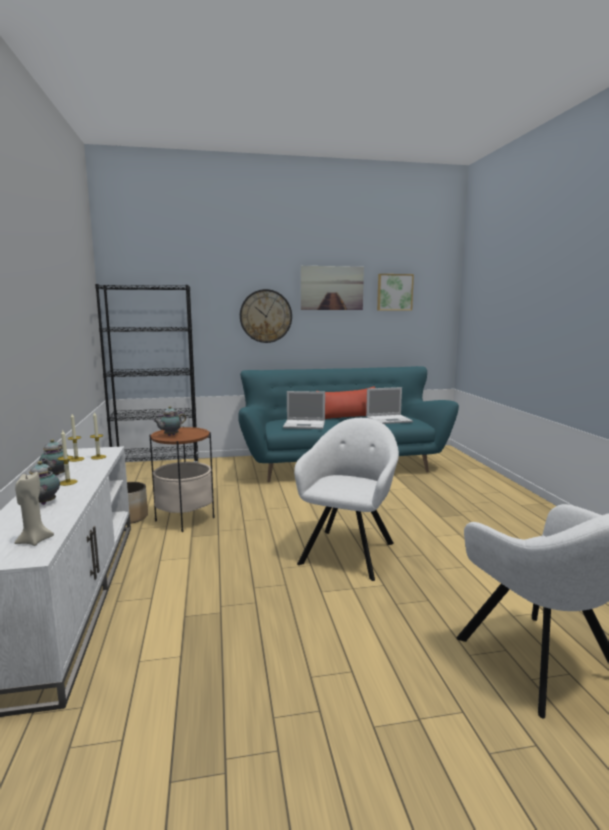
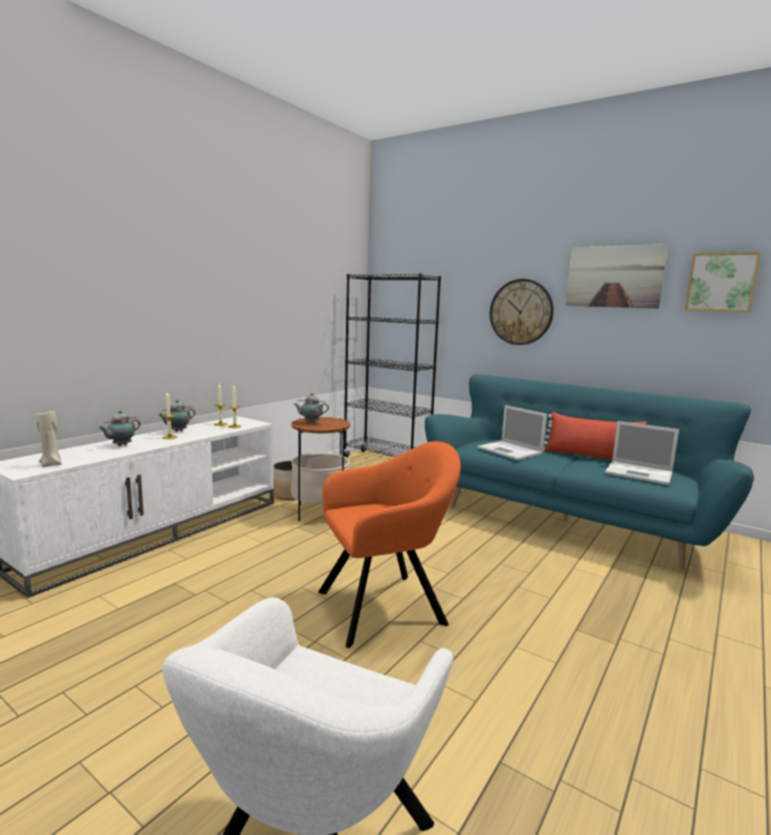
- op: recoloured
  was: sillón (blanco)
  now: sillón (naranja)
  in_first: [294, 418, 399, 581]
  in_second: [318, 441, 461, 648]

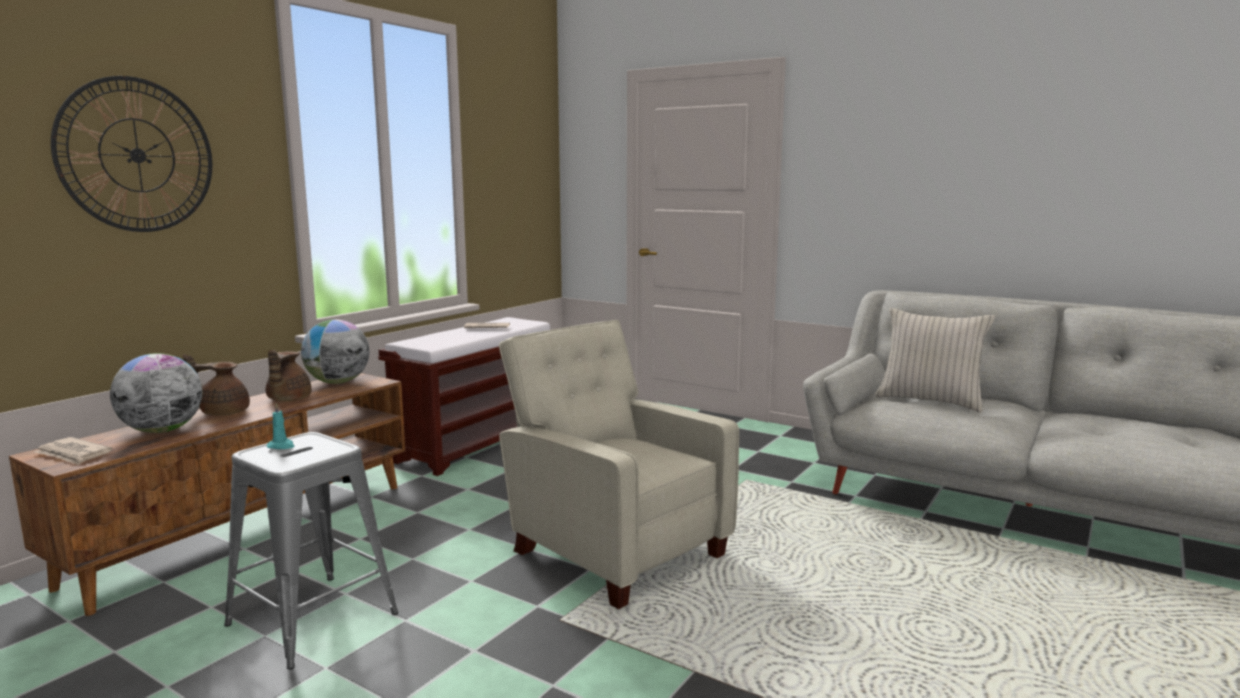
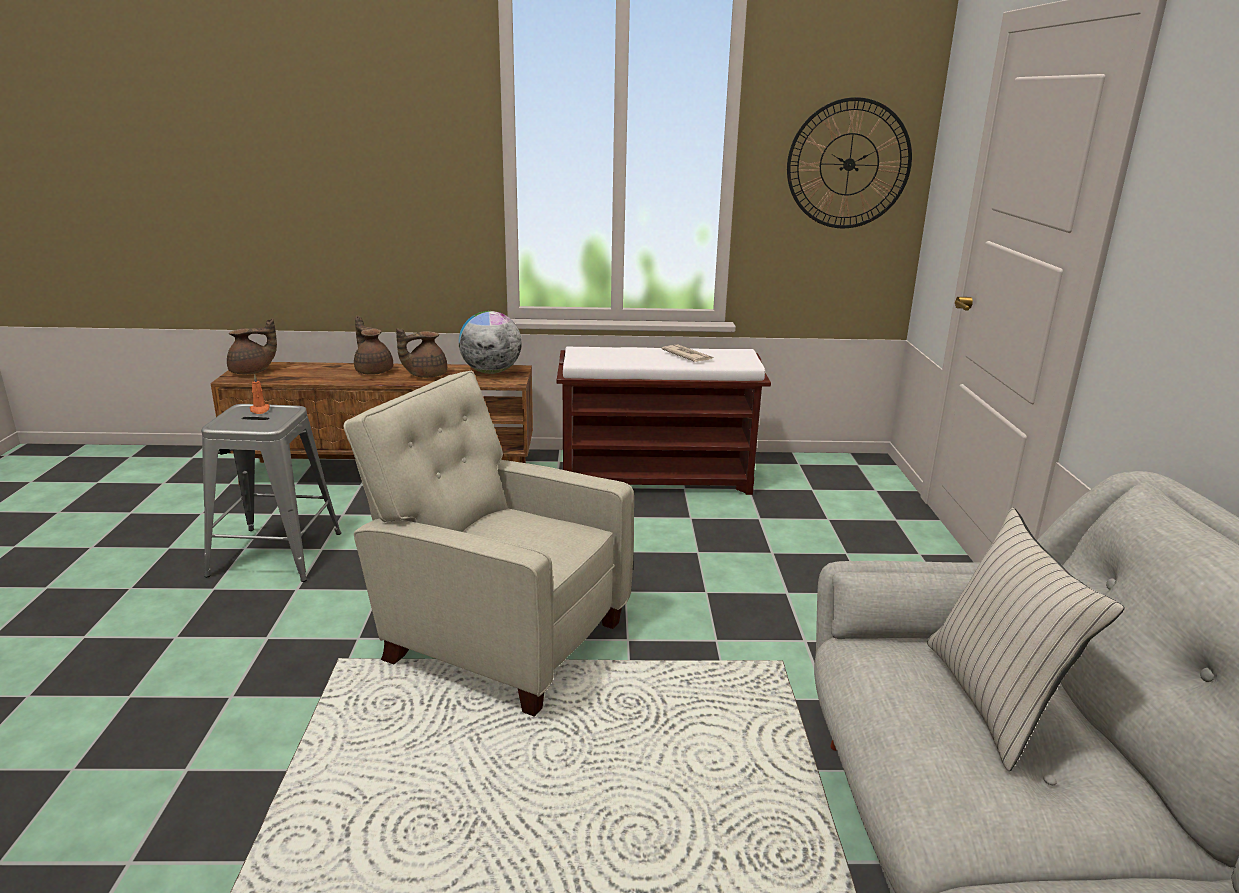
- op: replaced
  was: periódico
  now: tetera (marrón)
  in_first: [34, 437, 112, 465]
  in_second: [227, 318, 277, 374]
- op: recoloured
  was: vela (turquesa)
  now: vela (naranja)
  in_first: [267, 403, 295, 449]
  in_second: [250, 375, 270, 414]
- op: turned
  was: sillón (beis)
  in_first: [499, 320, 739, 609]
  in_second: [343, 371, 634, 717]
  clockwise: -75
- op: moved
  was: reloj de pared
  in_first: [51, 76, 212, 232]
  in_second: [787, 97, 912, 228]
- op: removed
  was: globo terráqueo
  in_first: [110, 353, 202, 433]

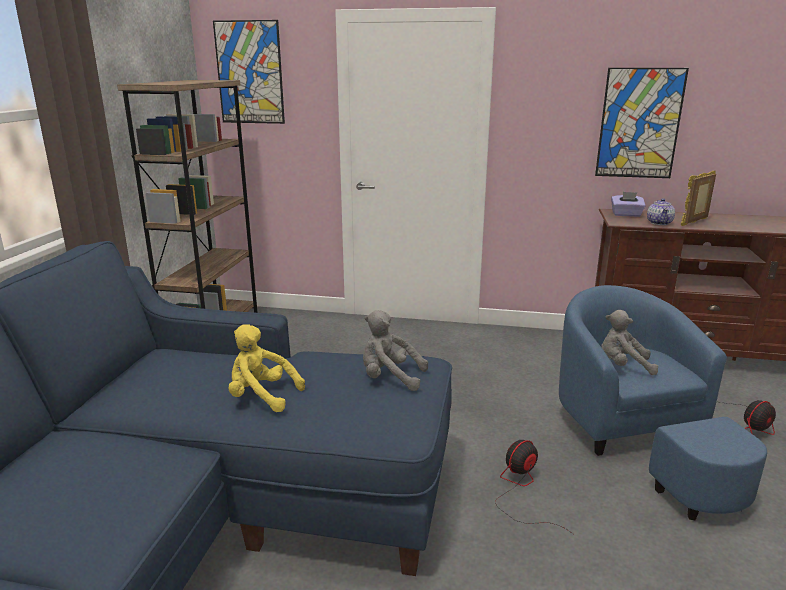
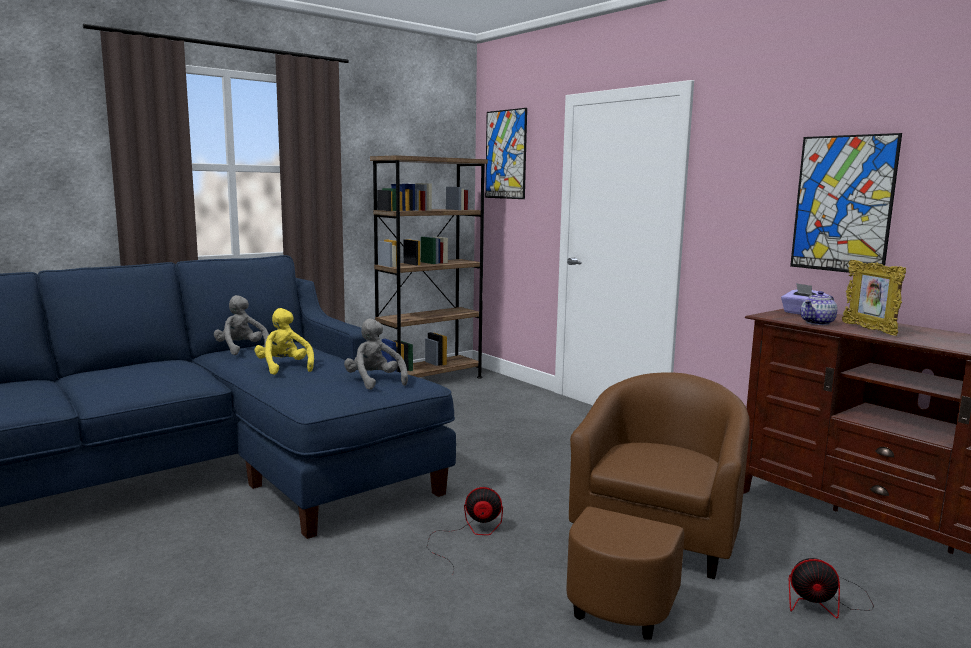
- op: moved
  was: peluche (gris)
  in_first: [601, 310, 658, 375]
  in_second: [214, 295, 269, 355]
- op: recoloured
  was: sillón (azul)
  now: sillón (marrón)
  in_first: [559, 285, 767, 520]
  in_second: [566, 372, 750, 640]
- op: turned
  was: portarretratos
  in_first: [681, 171, 716, 226]
  in_second: [842, 260, 906, 336]
  clockwise: -105

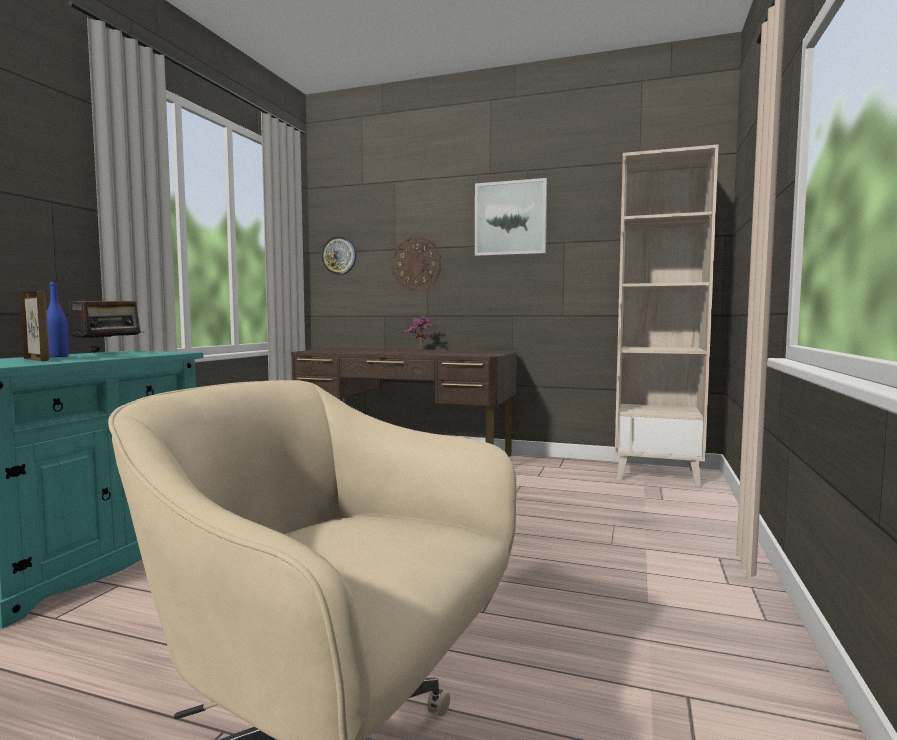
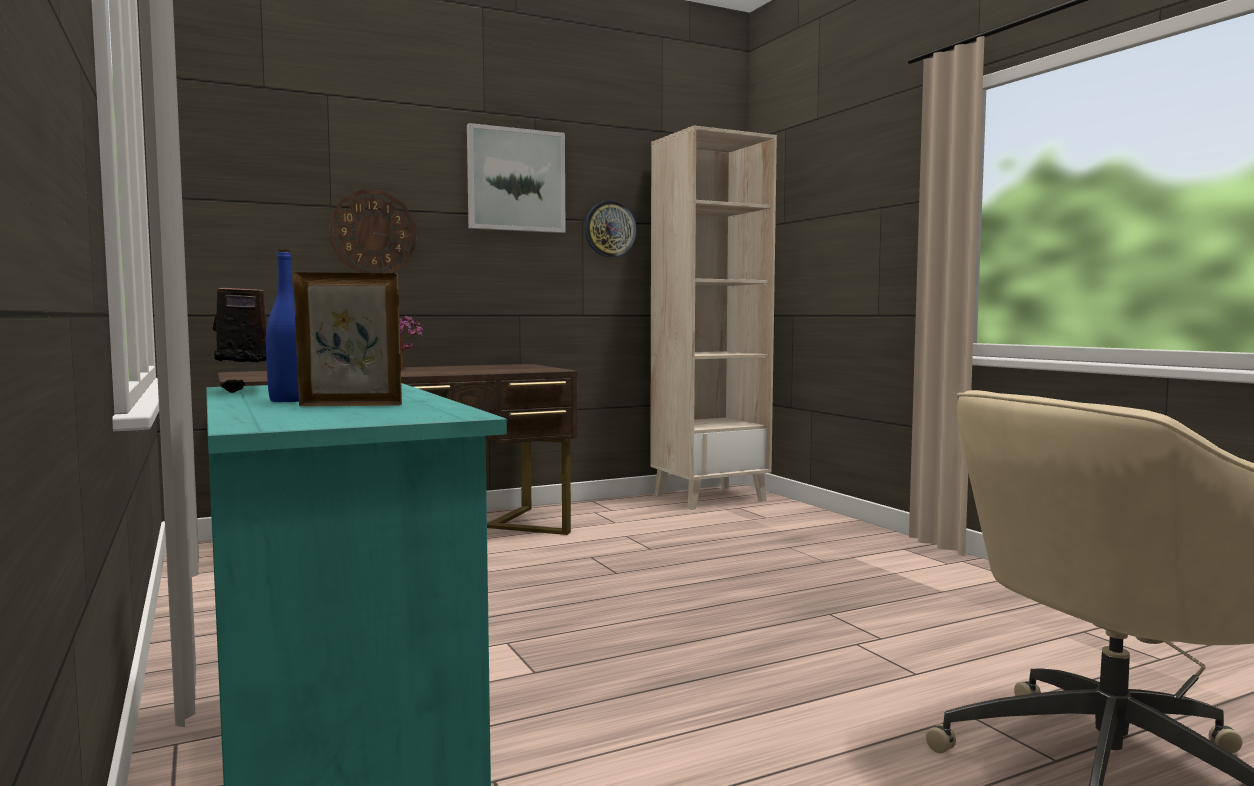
- op: moved
  was: reloj de pared
  in_first: [321, 236, 356, 275]
  in_second: [585, 201, 637, 257]

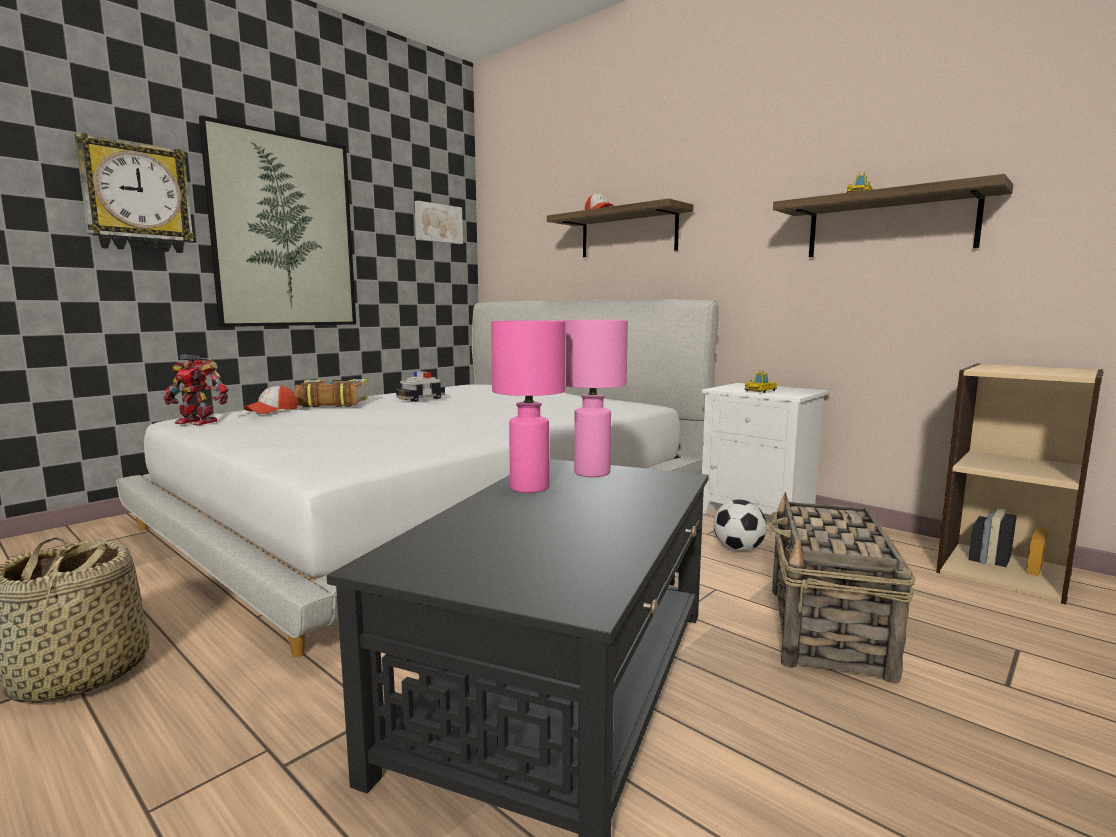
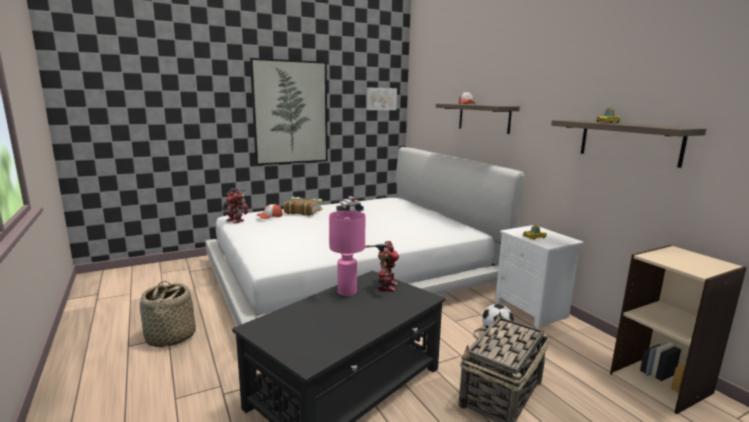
- op: replaced
  was: lámpara de mesa (rosa)
  now: robot de juguete
  in_first: [560, 320, 628, 477]
  in_second: [365, 241, 399, 292]
- op: removed
  was: reloj de pared
  in_first: [75, 133, 194, 253]

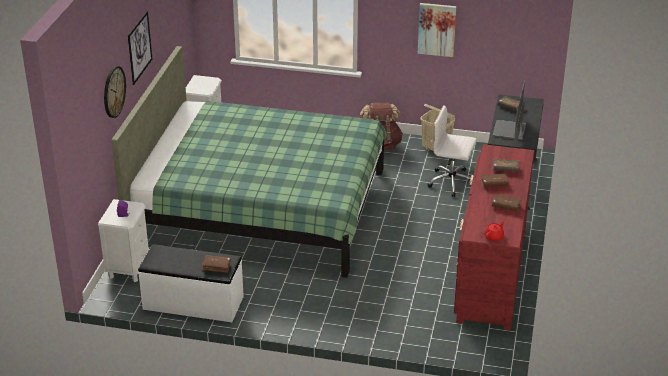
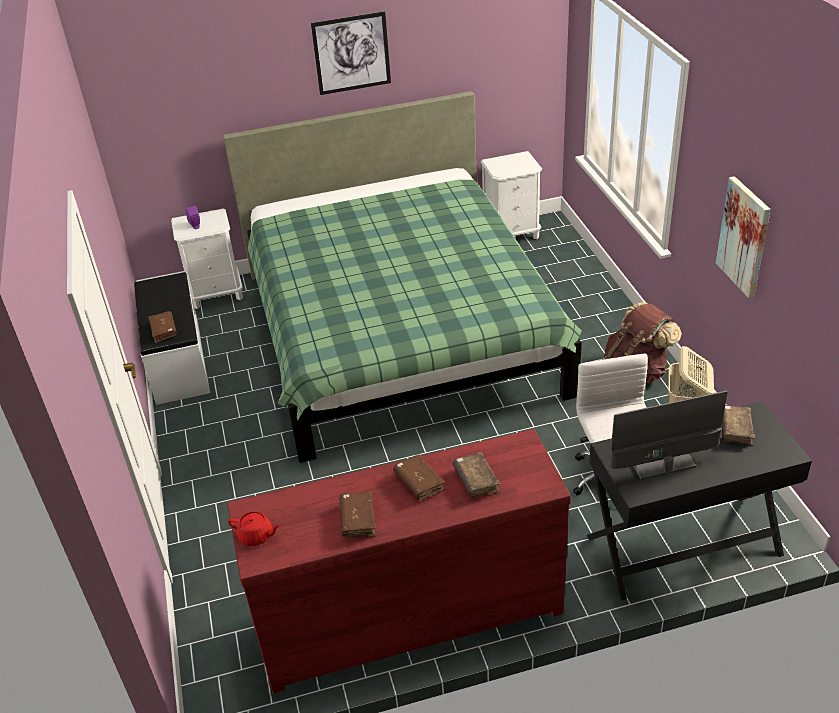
- op: removed
  was: reloj de pared
  in_first: [104, 66, 126, 118]

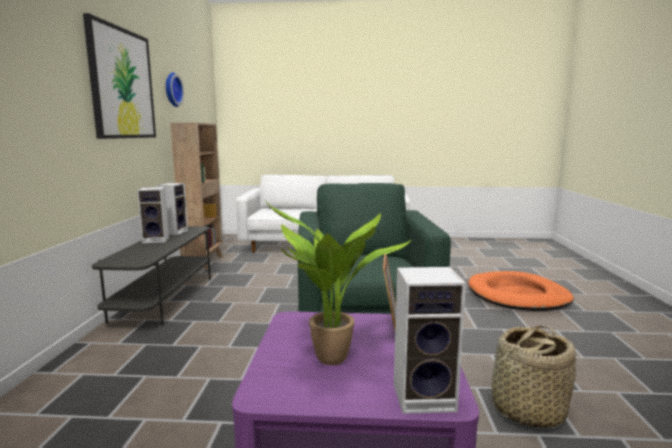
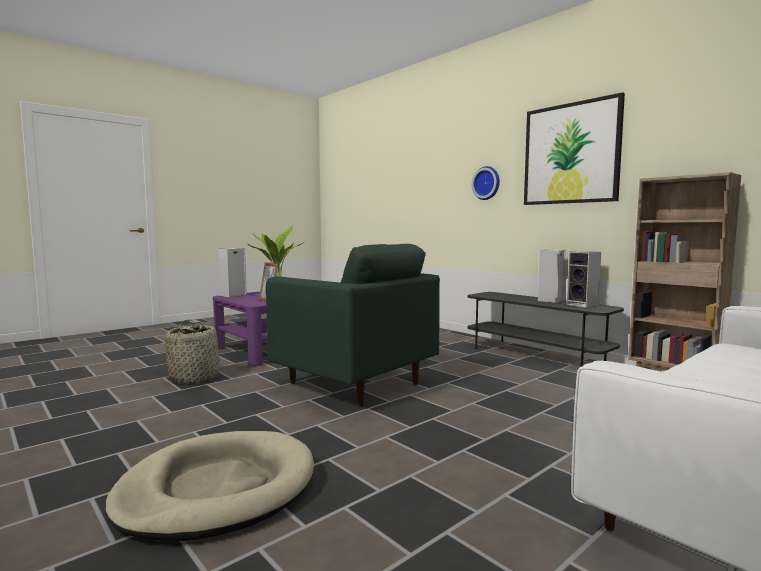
- op: recoloured
  was: cama para perro (naranja)
  now: cama para perro (beis)
  in_first: [468, 271, 574, 311]
  in_second: [105, 431, 314, 541]
- op: moved
  was: reloj de pared
  in_first: [166, 72, 184, 107]
  in_second: [472, 166, 500, 200]

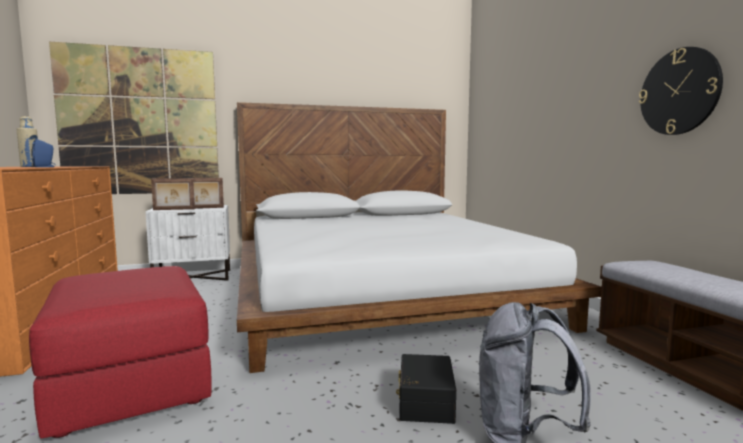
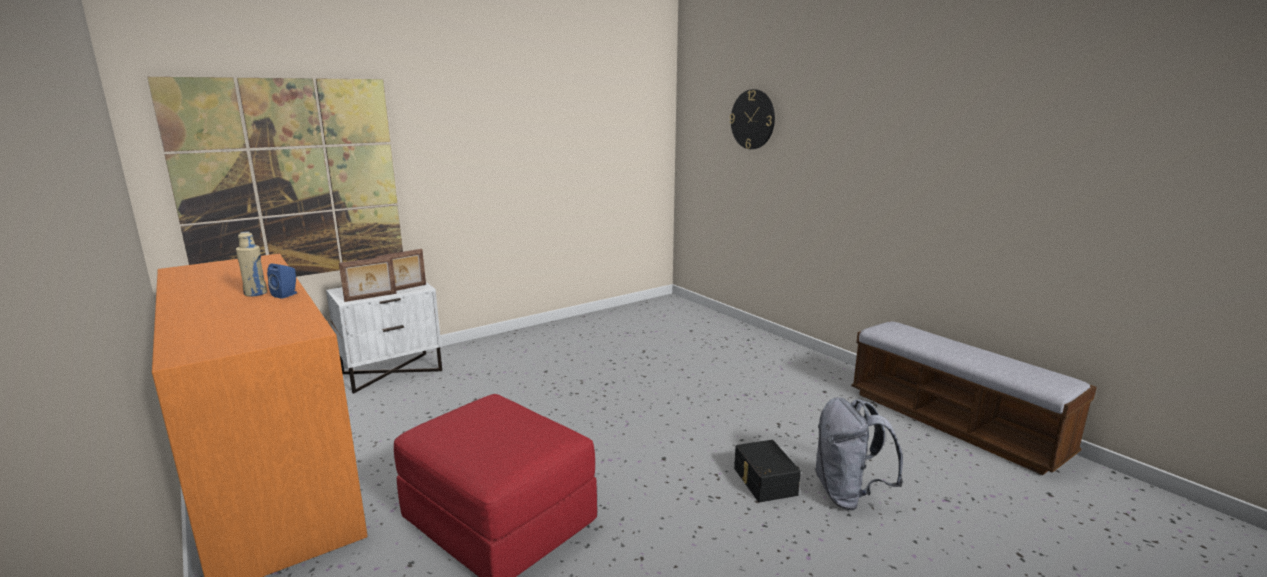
- op: moved
  was: reloj de pared
  in_first: [639, 47, 723, 135]
  in_second: [730, 89, 775, 149]
- op: removed
  was: cama (blanco)
  in_first: [237, 102, 602, 373]

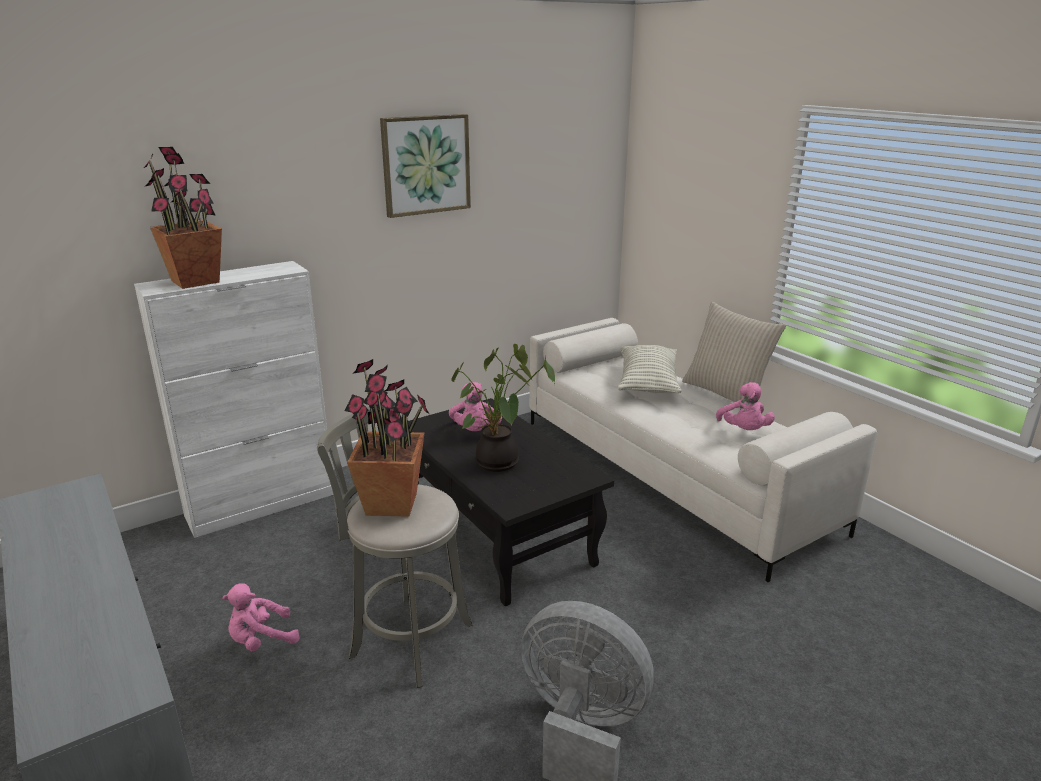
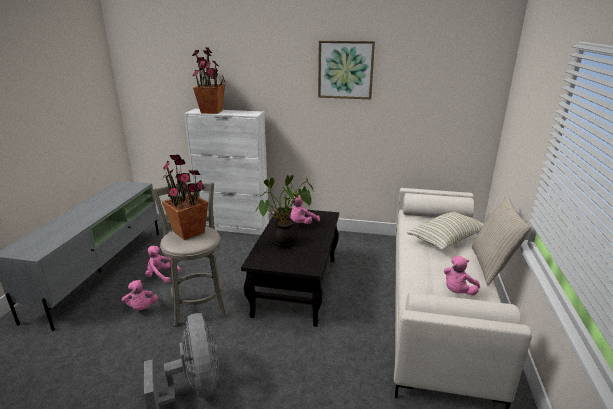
- op: added
  now: peluche (rosa)
  in_second: [122, 280, 158, 310]

